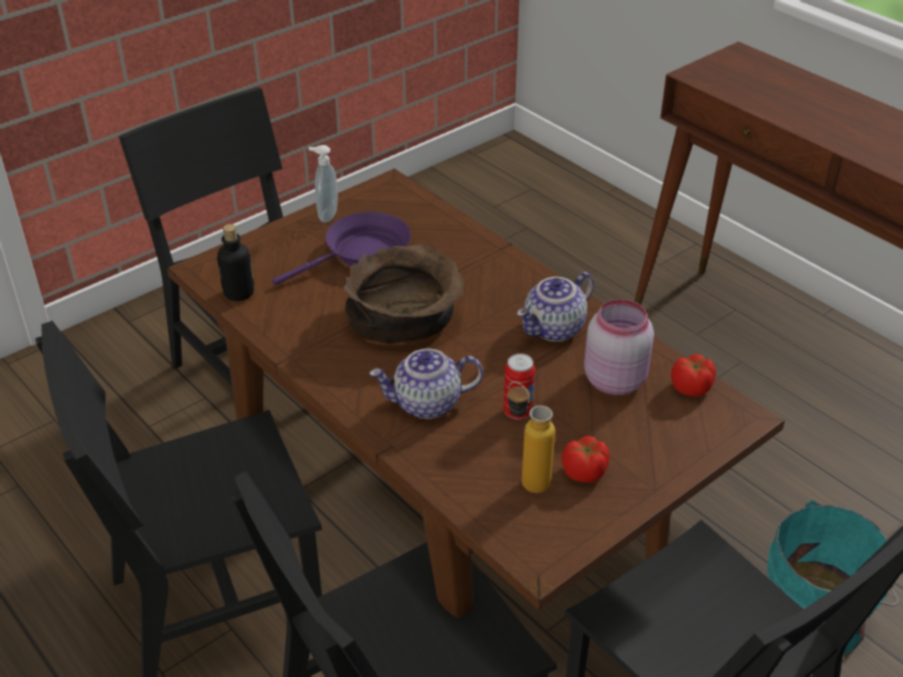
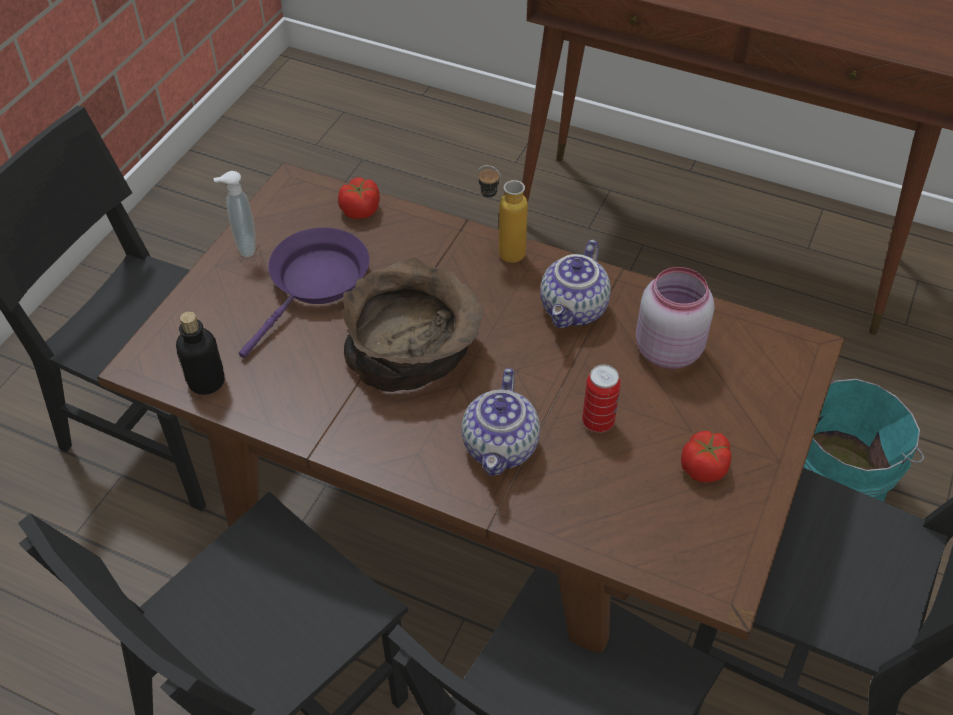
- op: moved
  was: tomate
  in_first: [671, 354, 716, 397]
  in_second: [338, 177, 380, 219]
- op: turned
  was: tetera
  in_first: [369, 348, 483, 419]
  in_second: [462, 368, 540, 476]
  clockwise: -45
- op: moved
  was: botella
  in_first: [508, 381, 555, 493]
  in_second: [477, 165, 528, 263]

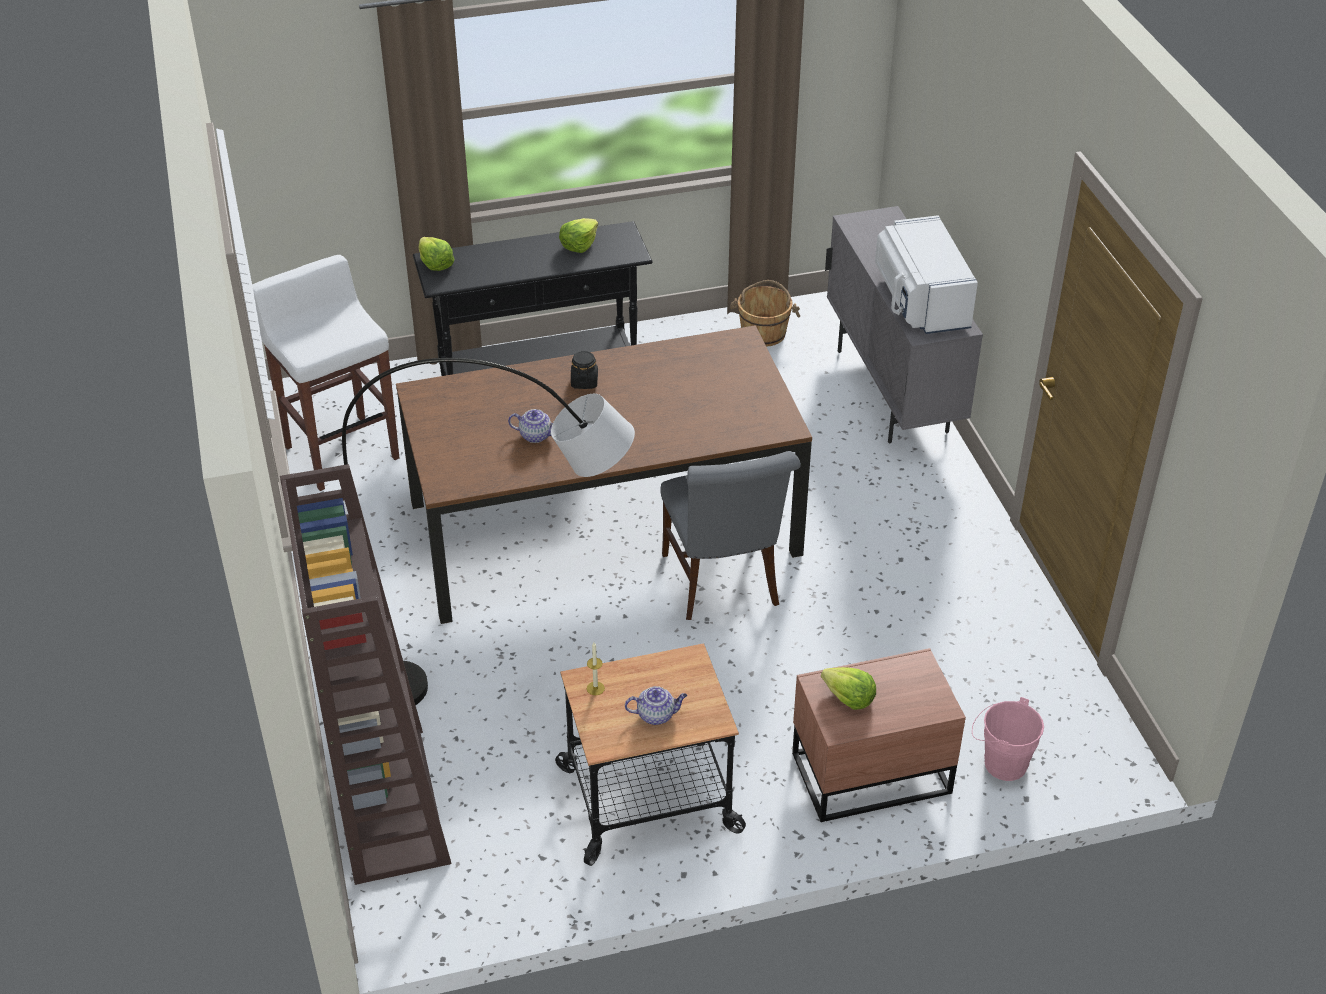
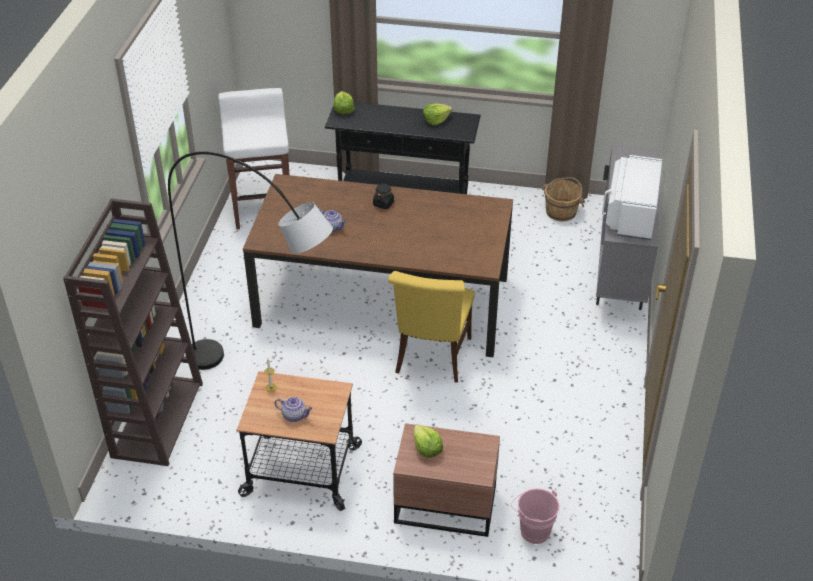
- op: recoloured
  was: silla (gris)
  now: silla (amarillo)
  in_first: [660, 451, 801, 620]
  in_second: [388, 271, 475, 383]

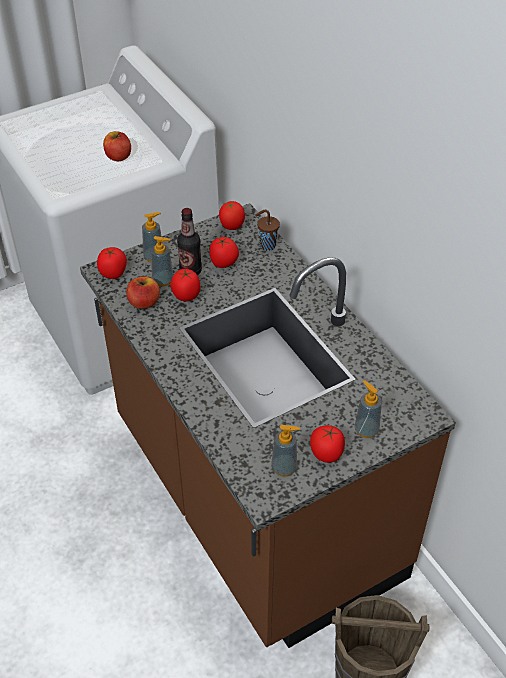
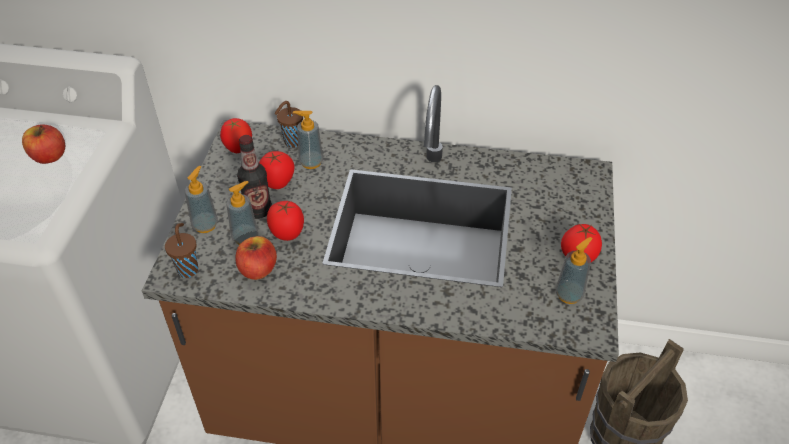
- op: replaced
  was: tomate
  now: taza (marrón)
  in_first: [97, 247, 127, 279]
  in_second: [165, 223, 198, 278]
- op: moved
  was: dispensador de jabón
  in_first: [355, 380, 382, 438]
  in_second: [293, 111, 323, 169]

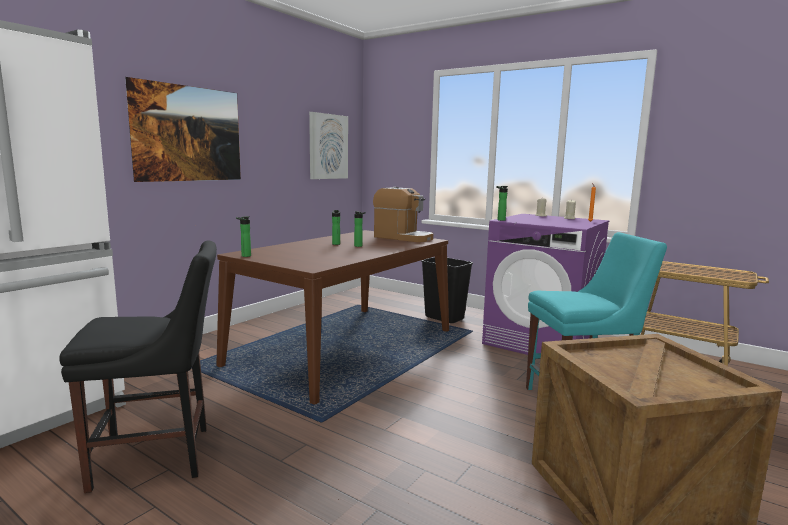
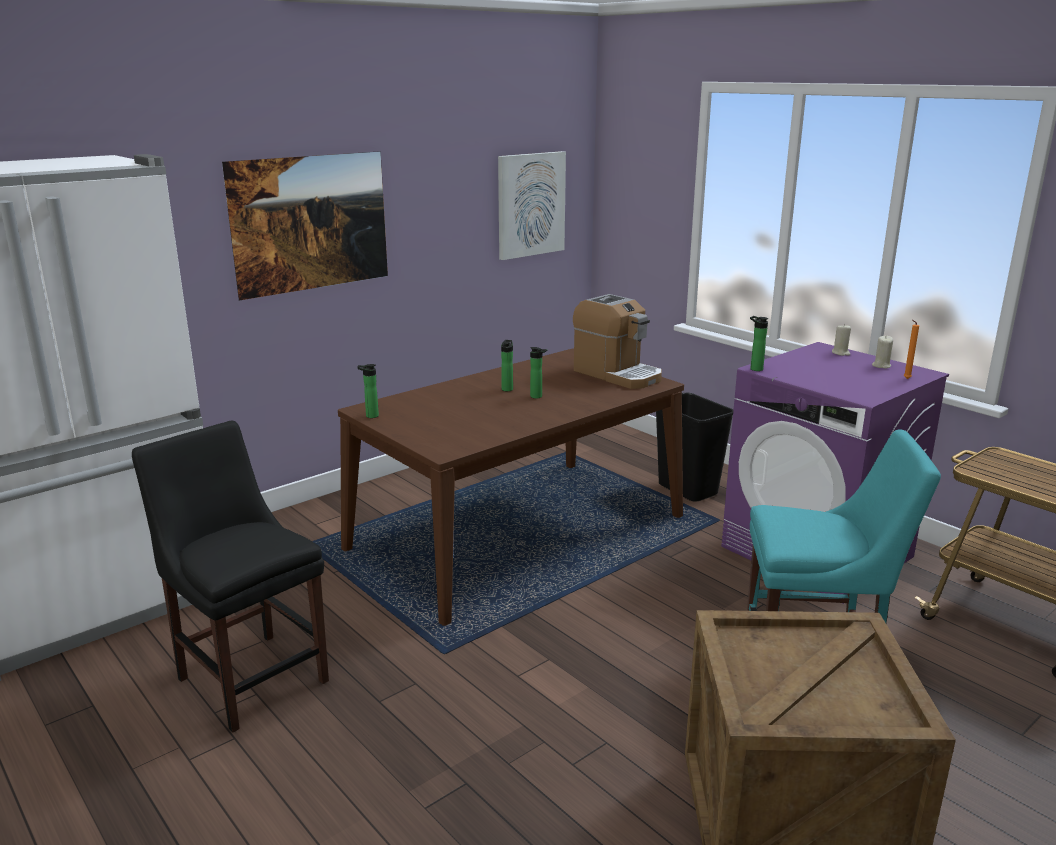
- op: turned
  was: silla (negro)
  in_first: [59, 241, 217, 493]
  in_second: [132, 421, 329, 732]
  clockwise: -135

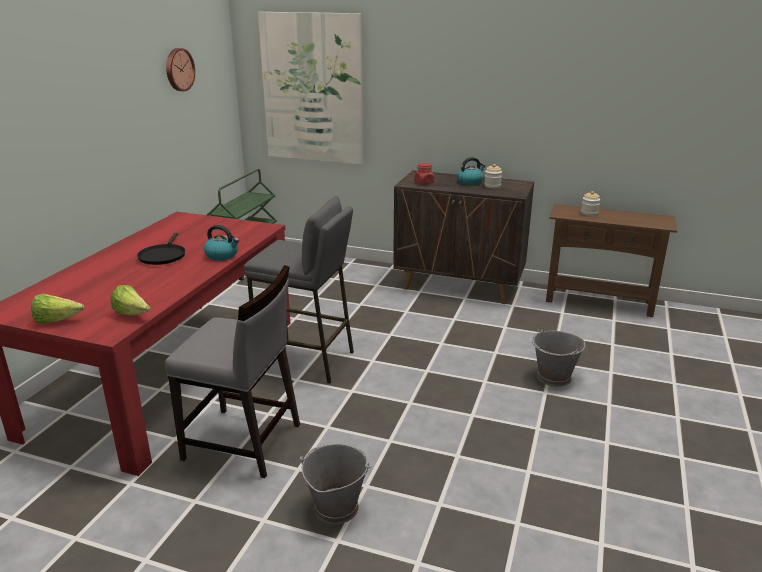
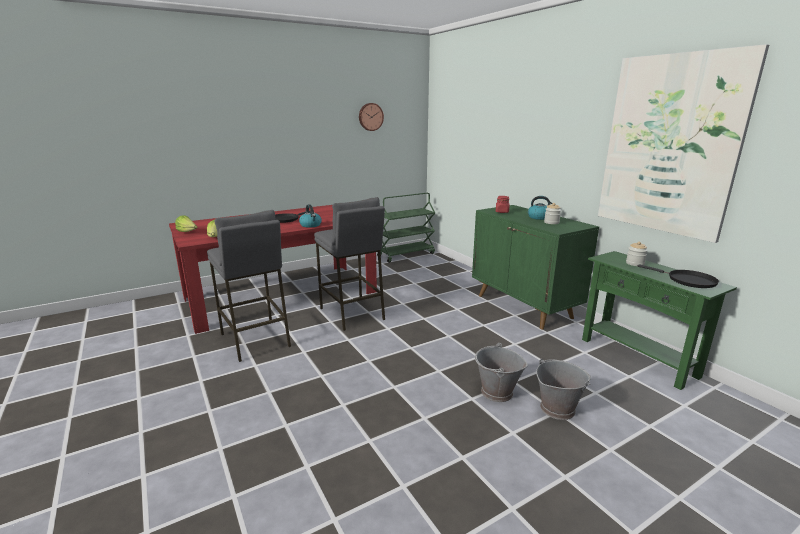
- op: replaced
  was: silla (gris)
  now: taburete (gris)
  in_first: [165, 265, 300, 478]
  in_second: [207, 210, 291, 362]
- op: recoloured
  was: armario (marrón)
  now: armario (verde)
  in_first: [393, 170, 534, 304]
  in_second: [472, 205, 599, 330]
- op: moved
  was: cubo (gris)
  in_first: [300, 444, 371, 524]
  in_second: [536, 359, 591, 420]
- op: recoloured
  was: mesa consola (marrón)
  now: mesa consola (verde)
  in_first: [546, 204, 677, 317]
  in_second: [582, 251, 737, 390]
- op: moved
  was: cuadro
  in_first: [258, 12, 364, 165]
  in_second: [598, 44, 769, 243]
- op: added
  now: sartén (negro)
  in_second: [637, 264, 719, 288]

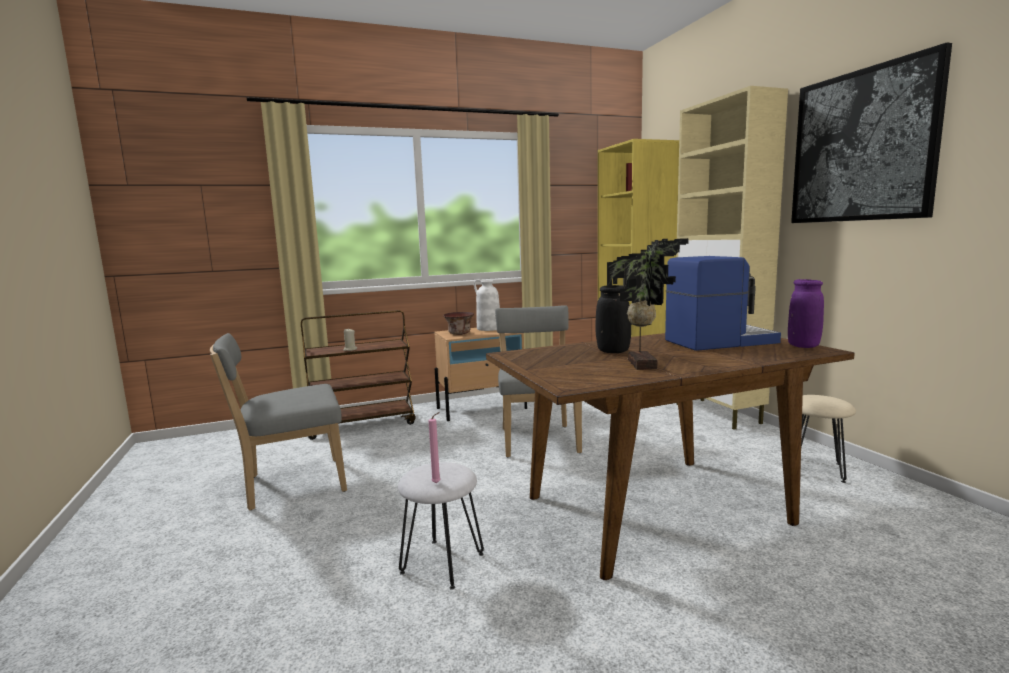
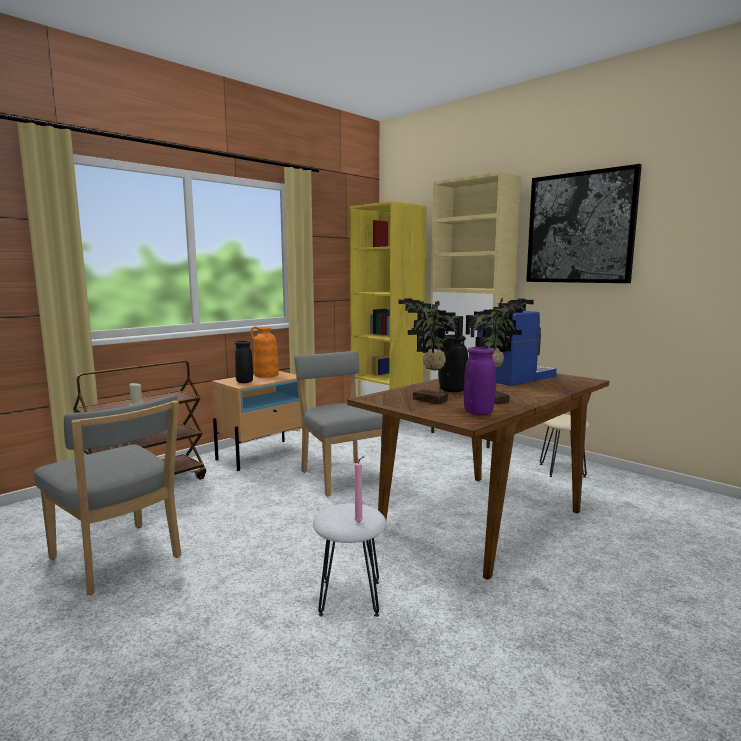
- op: turned
  was: silla (gris)
  in_first: [210, 333, 347, 510]
  in_second: [34, 394, 181, 595]
  clockwise: -90
- op: replaced
  was: cuenco
  now: florero (negro)
  in_first: [443, 312, 474, 335]
  in_second: [235, 341, 253, 383]
- op: recoloured
  was: florero (blanco)
  now: florero (naranja)
  in_first: [474, 279, 500, 331]
  in_second: [250, 326, 279, 378]
- op: added
  now: planta en maceta
  in_second: [398, 298, 463, 404]
- op: moved
  was: florero (morado)
  in_first: [788, 279, 824, 348]
  in_second: [464, 347, 496, 416]

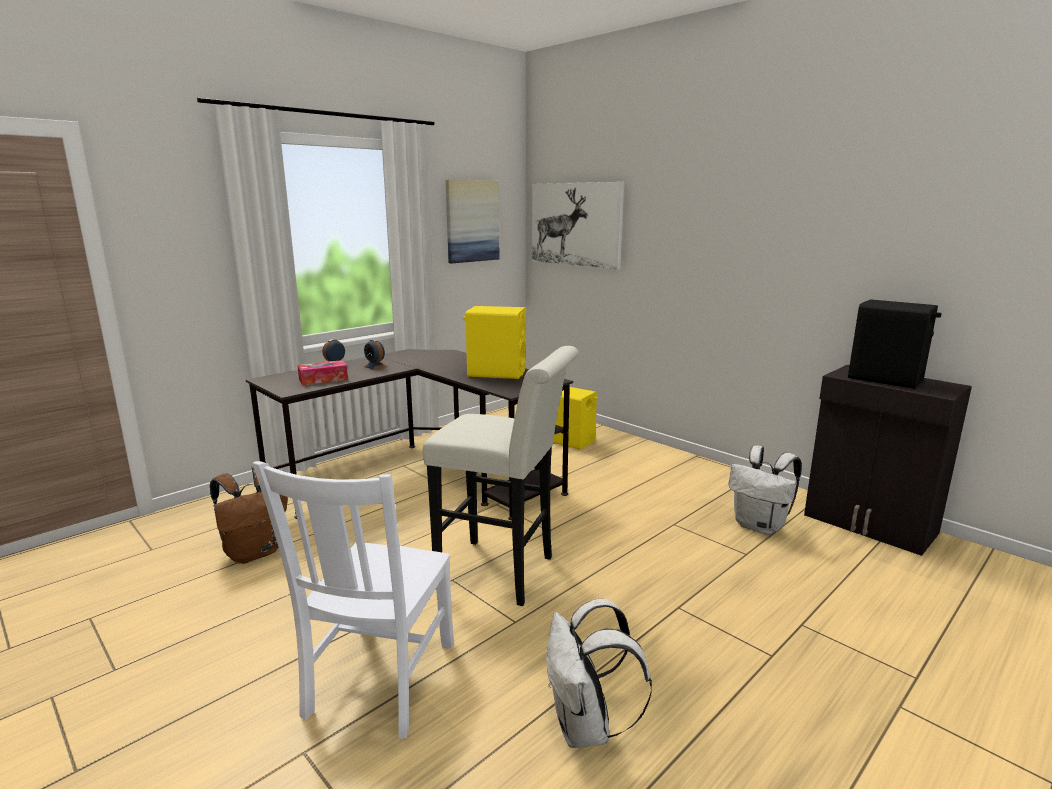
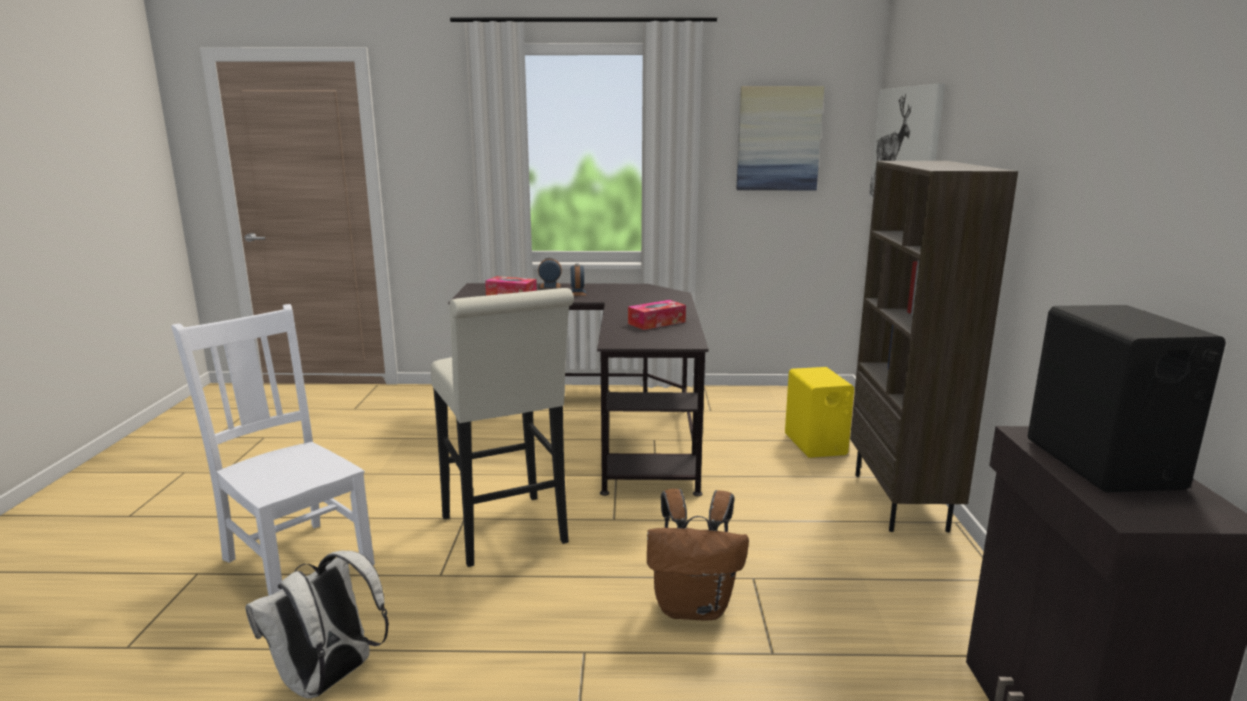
- op: turned
  was: silla (blanco)
  in_first: [253, 461, 454, 738]
  in_second: [171, 304, 375, 596]
  clockwise: 75
- op: replaced
  was: altavoz (amarillo)
  now: caja de pañuelos
  in_first: [463, 306, 526, 379]
  in_second: [628, 300, 686, 330]
- op: moved
  was: mochila (marrón)
  in_first: [210, 466, 288, 564]
  in_second: [647, 489, 749, 621]
- op: added
  now: estantería (marrón)
  in_second: [850, 161, 1018, 532]
- op: removed
  was: mochila (blanco)
  in_first: [728, 446, 802, 535]

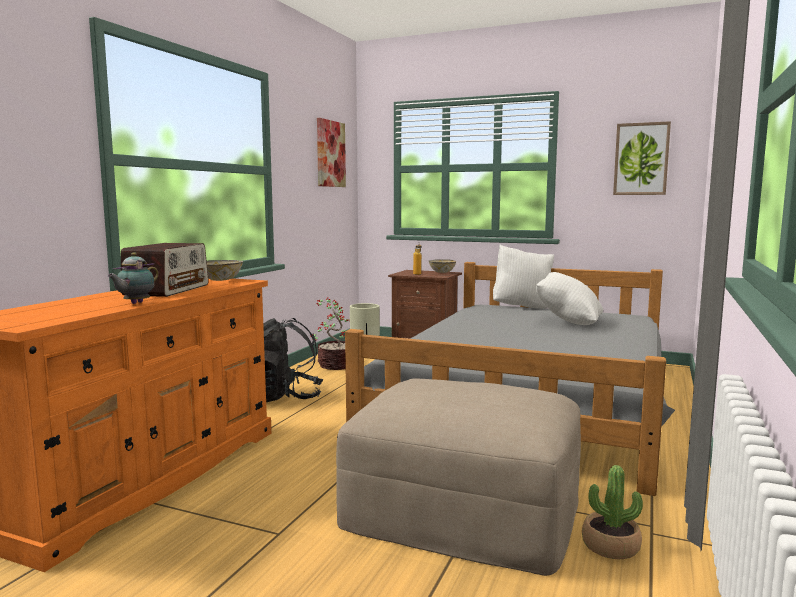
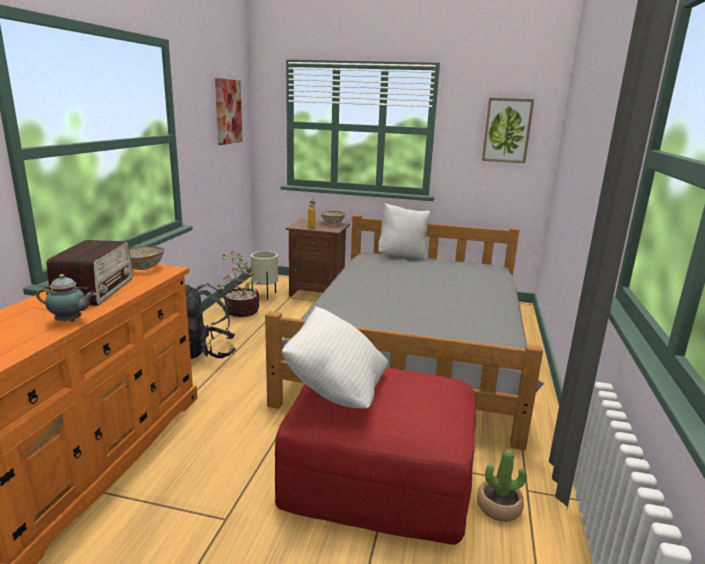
- op: turned
  was: tetera
  in_first: [107, 252, 159, 304]
  in_second: [36, 274, 96, 322]
  clockwise: -105
- op: recoloured
  was: puf (beis)
  now: puf (rojo)
  in_first: [336, 378, 581, 576]
  in_second: [275, 368, 476, 545]
- op: moved
  was: cojín (blanco)
  in_first: [536, 272, 603, 325]
  in_second: [282, 306, 388, 408]

